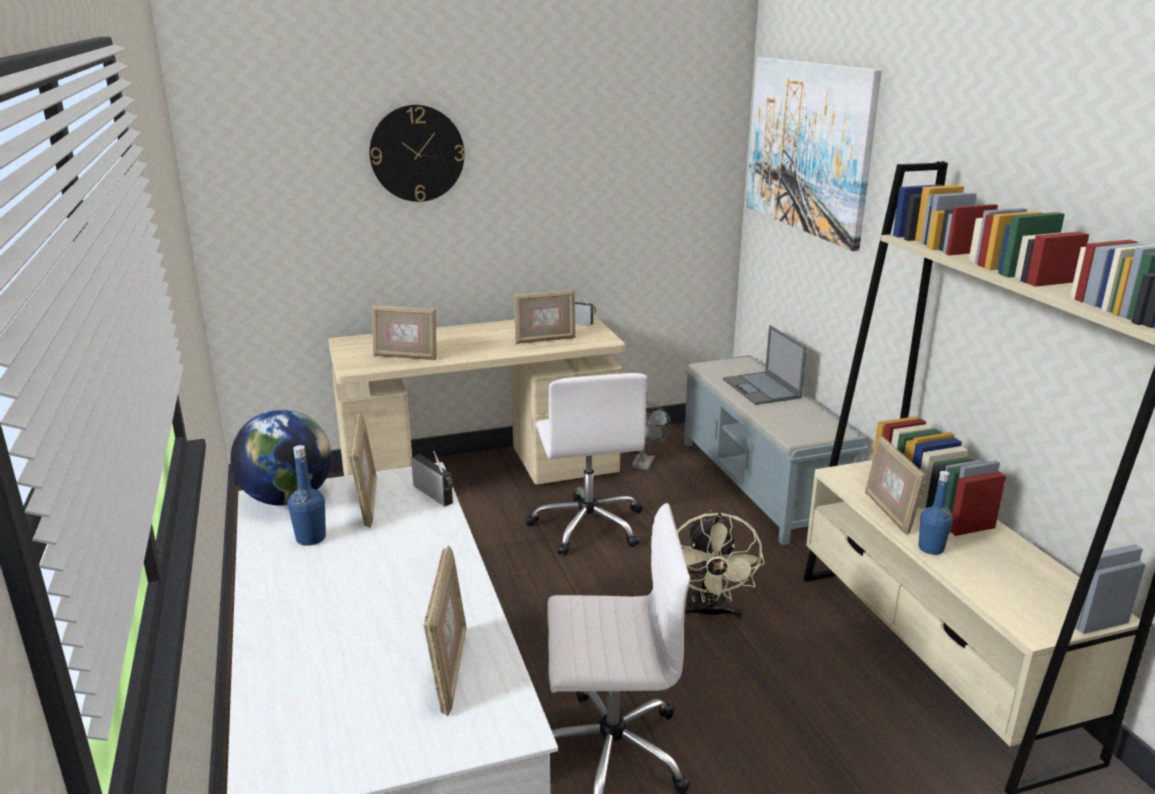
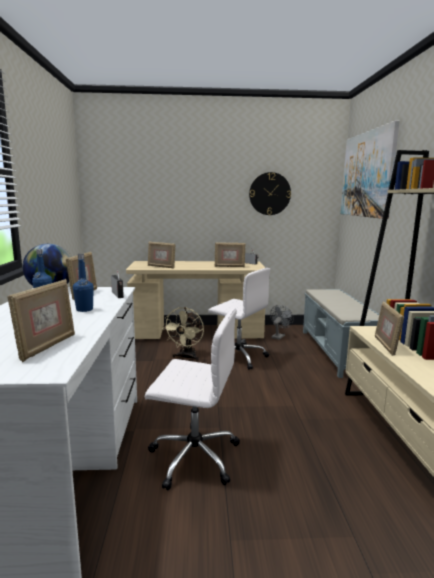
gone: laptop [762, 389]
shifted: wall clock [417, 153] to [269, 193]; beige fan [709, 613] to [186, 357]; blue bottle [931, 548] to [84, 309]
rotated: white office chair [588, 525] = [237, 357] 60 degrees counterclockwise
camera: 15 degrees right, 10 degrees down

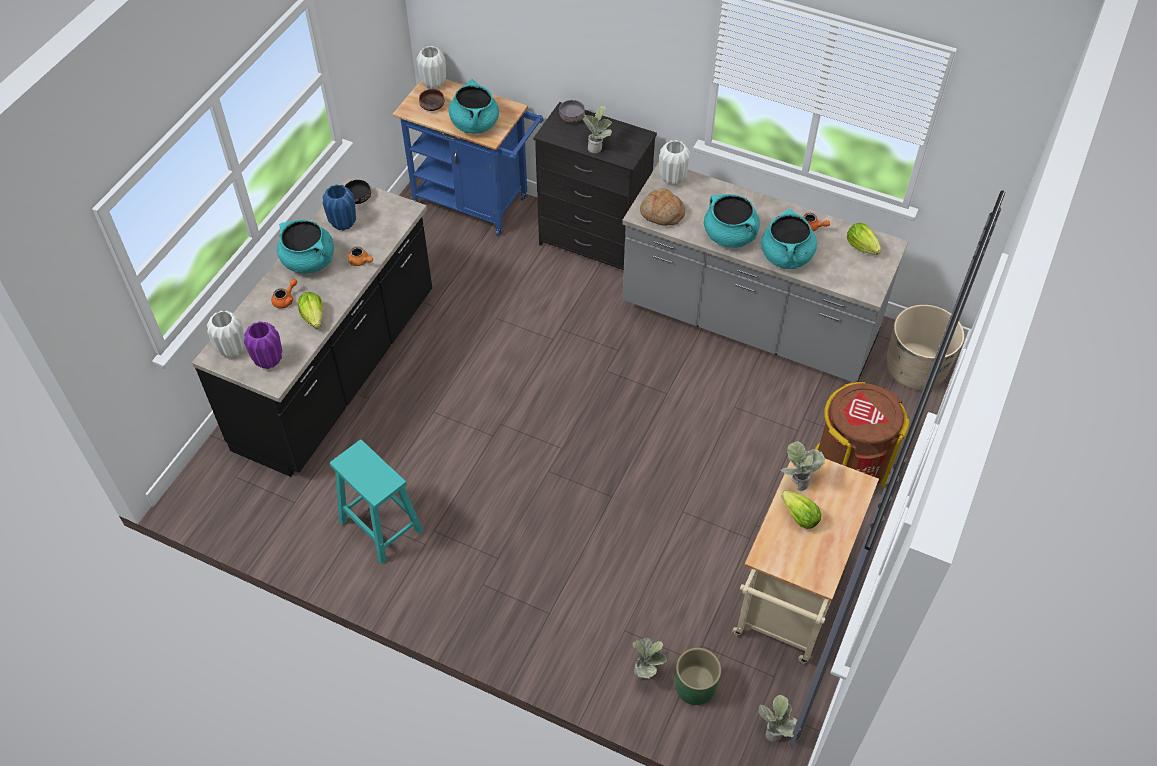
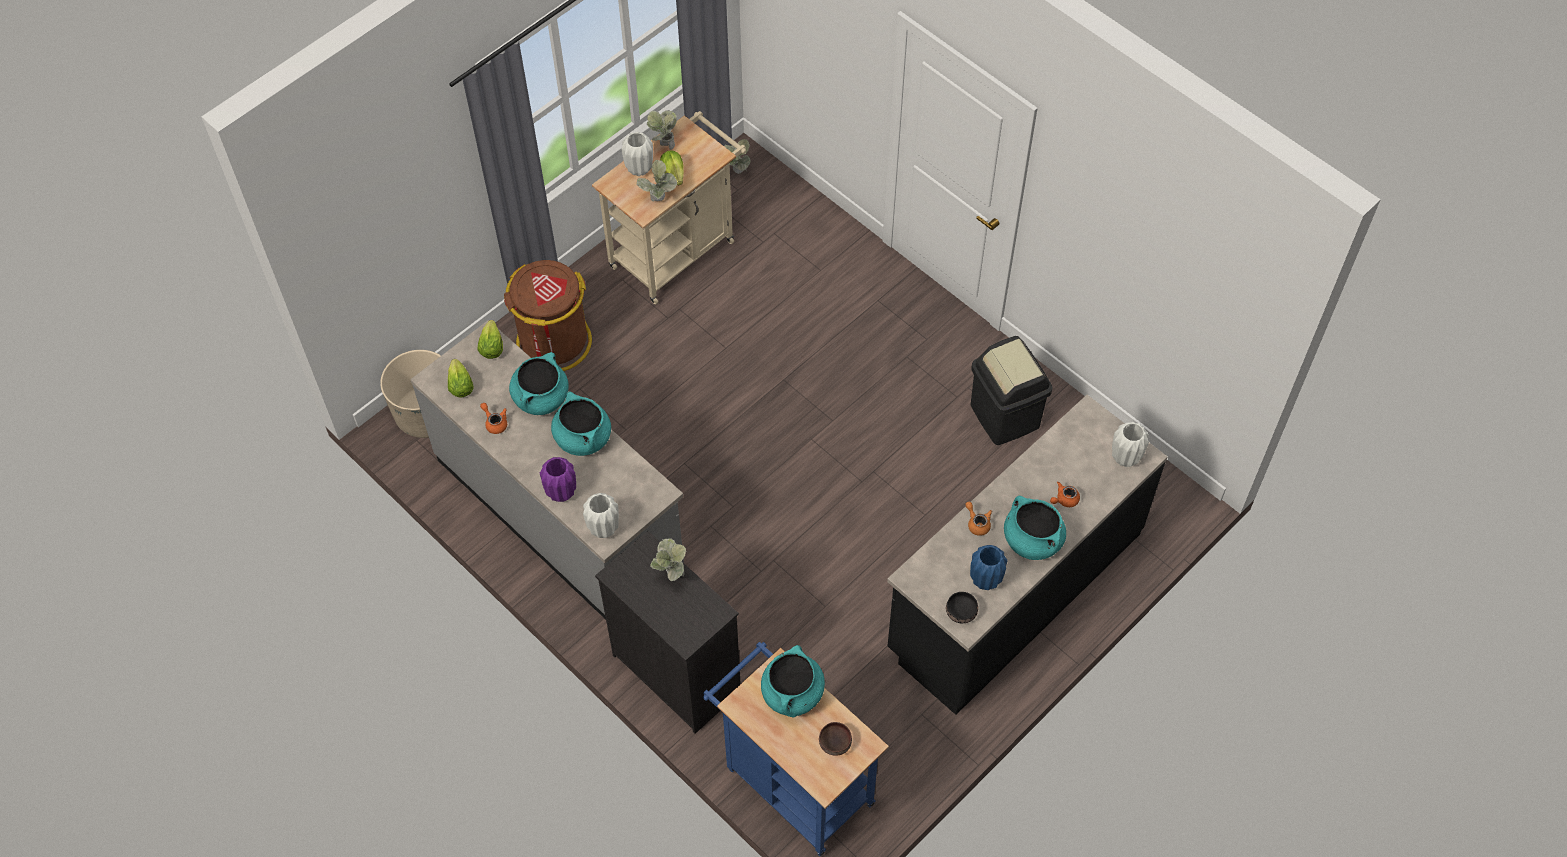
gone: grey bowl [571, 117]; bread [662, 213]; green planter [695, 687]
shifted: purple vase [268, 360] to [561, 492]; lettuce [313, 317] to [491, 347]; white vase [433, 84] to [639, 169]; potted plant [646, 670] to [663, 144]
swapped: turquoise stool [380, 525] to black trash can [1005, 416]
camera: 160 degrees left, 5 degrees up

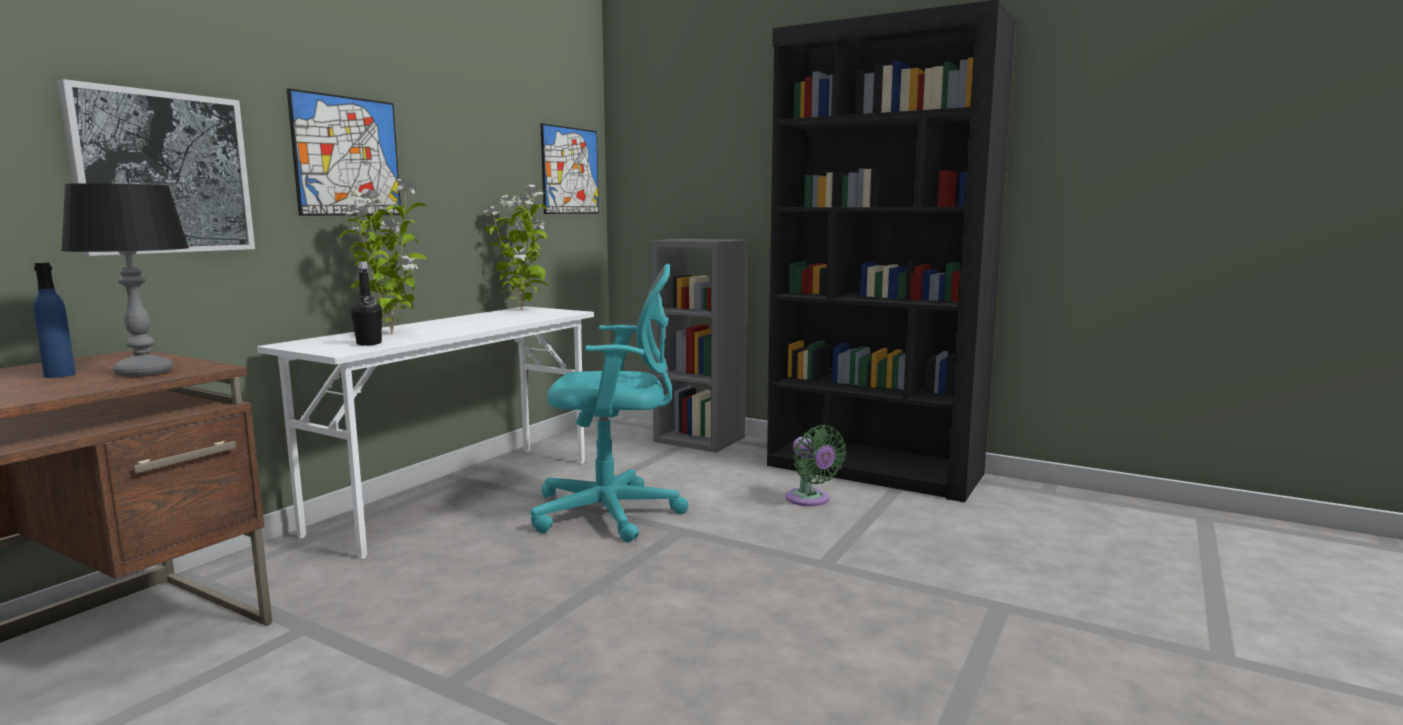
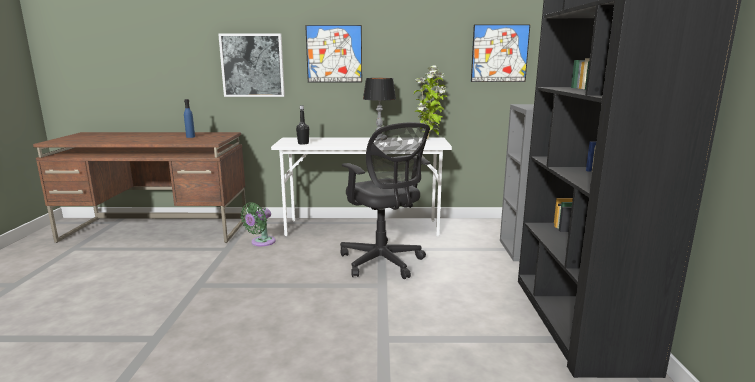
gone: potted plant [390, 334]
shifted: table lamp [143, 372] to [379, 139]; green fan [810, 500] to [261, 242]
repainted: turquoise office chair [613, 513] to black office chair [383, 263]
camera: 60 degrees right, 5 degrees up

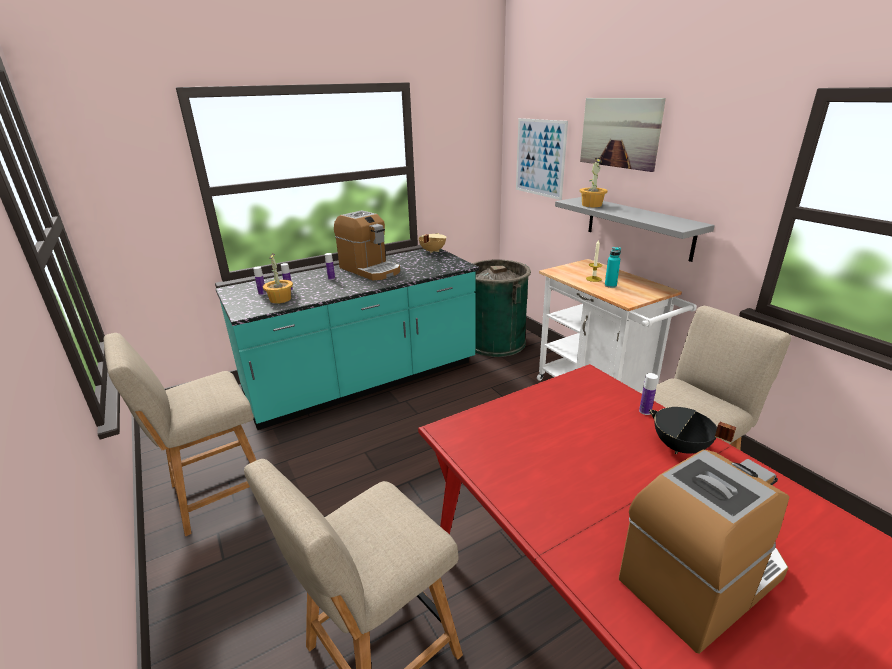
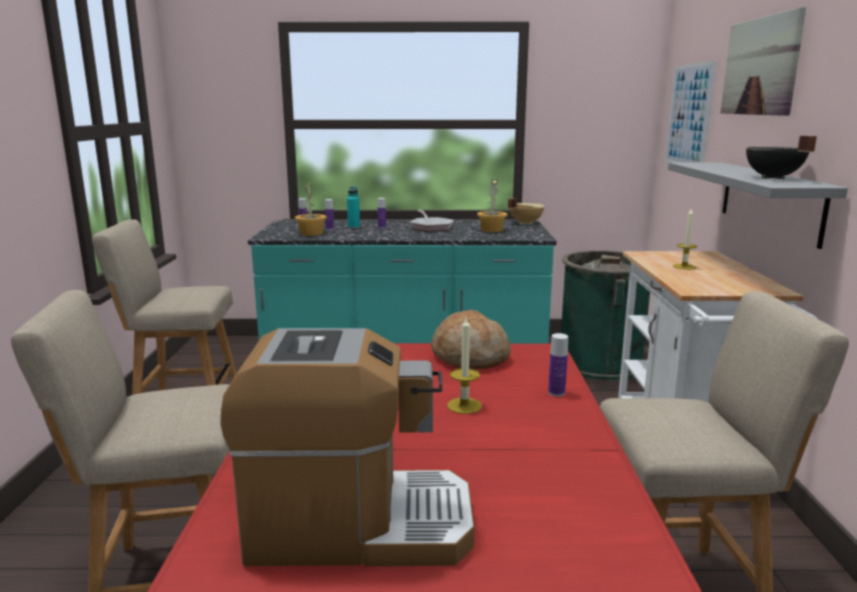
new: bread [470, 357]; candle [464, 406]
shifted: potted plant [591, 205] to [491, 230]; turquoise bottle [610, 285] to [354, 227]; black cooking pot [680, 448] to [772, 178]
swapped: coffee machine [369, 269] to frying pan [431, 227]
camera: 30 degrees right, 10 degrees down

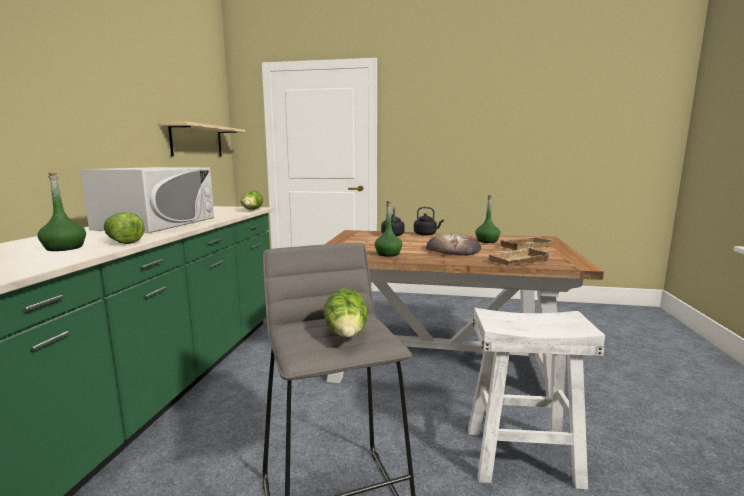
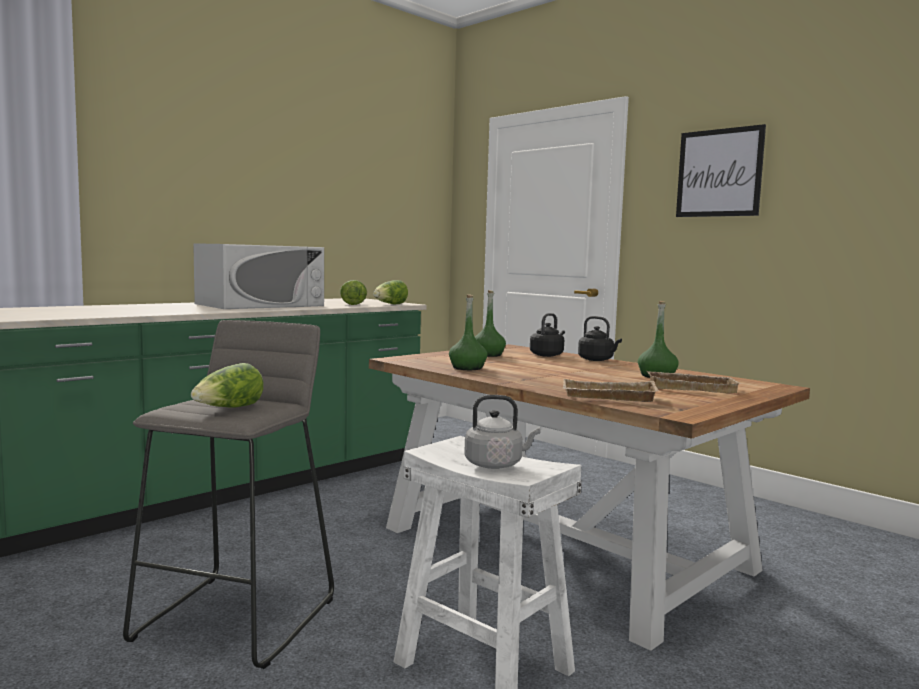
gone: beige shelf [197, 141]; bread [453, 250]
new: grey kettle [496, 464]; picture [719, 173]
shifted: green bottle [65, 248] to [488, 355]; lettuce [123, 241] to [352, 304]
camera: 35 degrees right, 5 degrees down

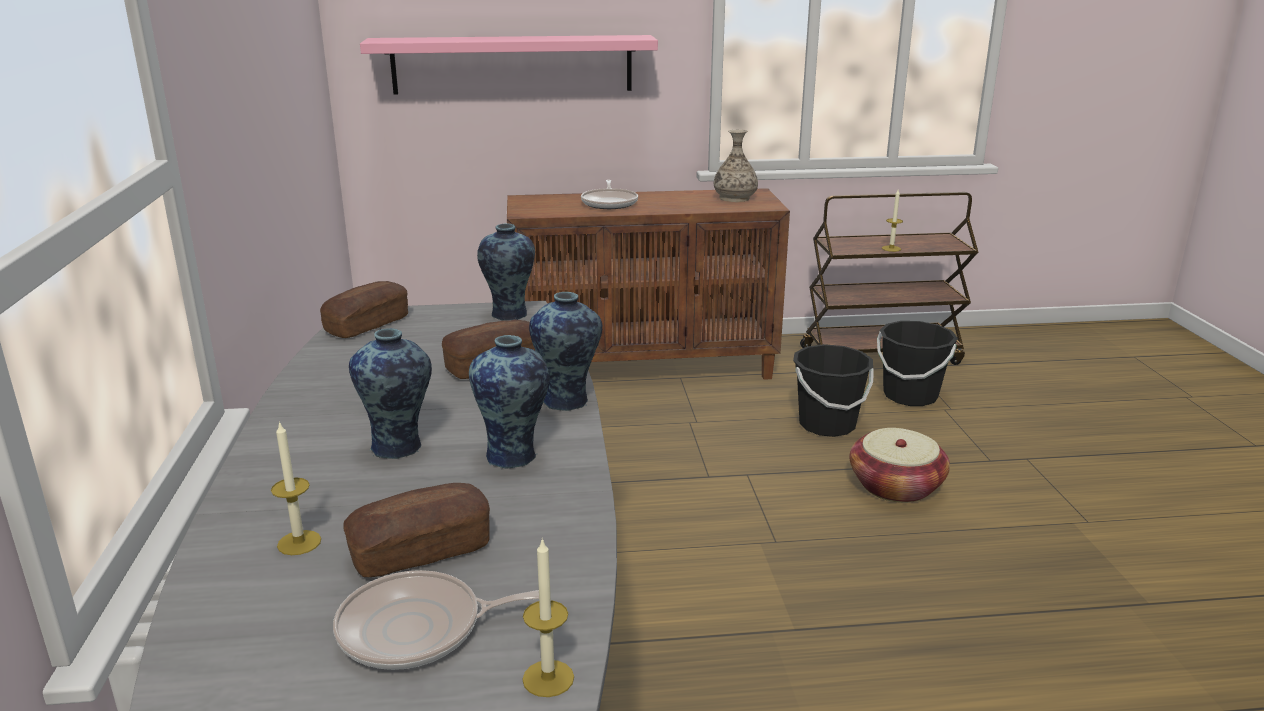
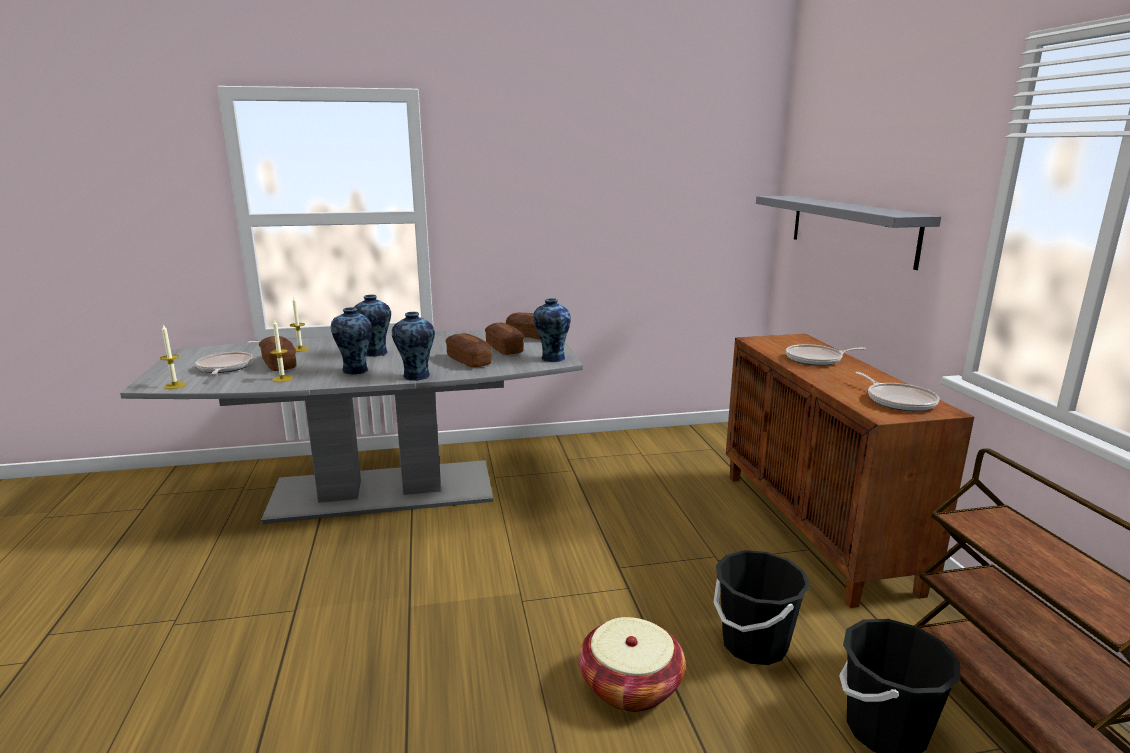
new: bread [504, 348]
shifted: candle [891, 248] to [282, 379]
swapped: vase [734, 198] to frying pan [898, 401]
repainted: pink shelf [512, 64] to grey shelf [850, 228]
camera: 85 degrees right, 5 degrees down

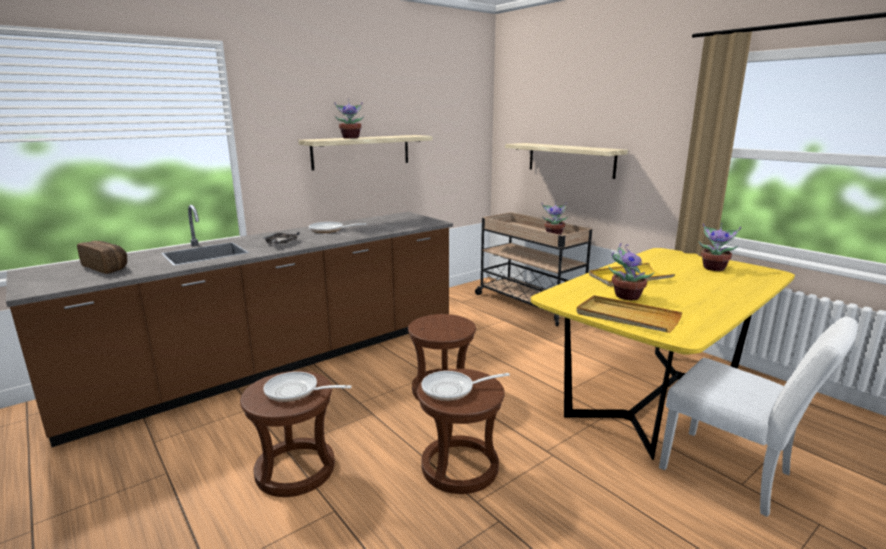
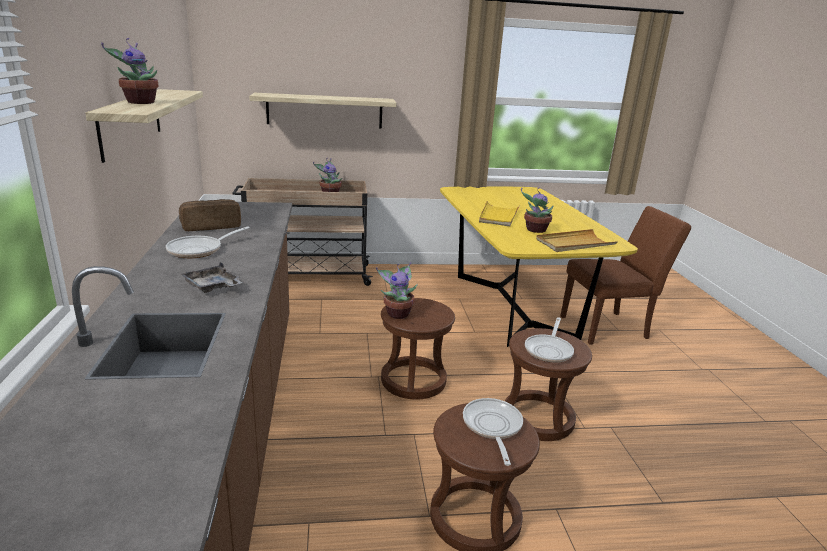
shifted: bread [107, 267] to [211, 226]; potted plant [714, 268] to [397, 313]
repainted: white chair [735, 475] to brown chair [610, 327]
rotated: frying pan [296, 391] = [492, 427] 135 degrees clockwise
camera: 60 degrees left, 5 degrees up

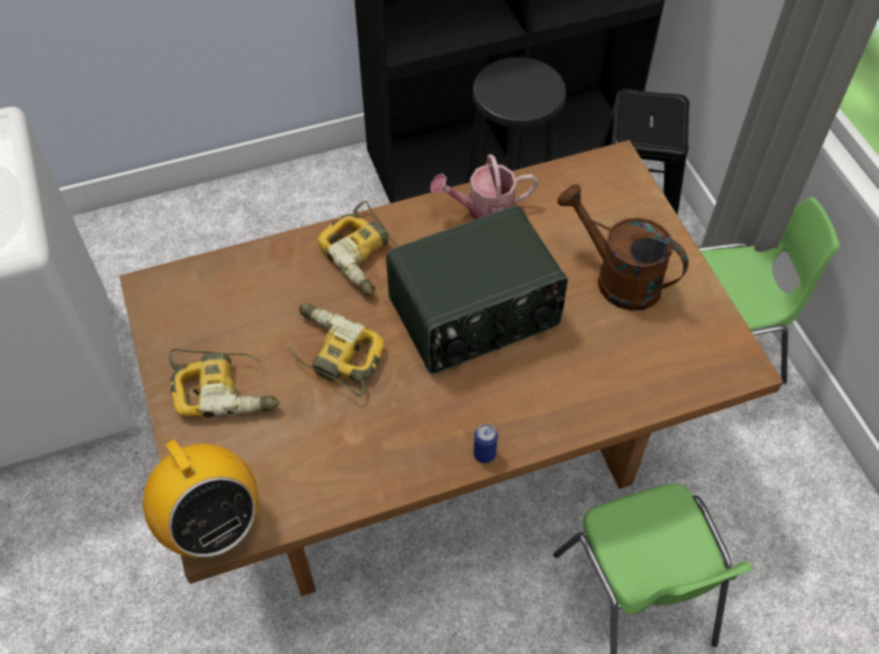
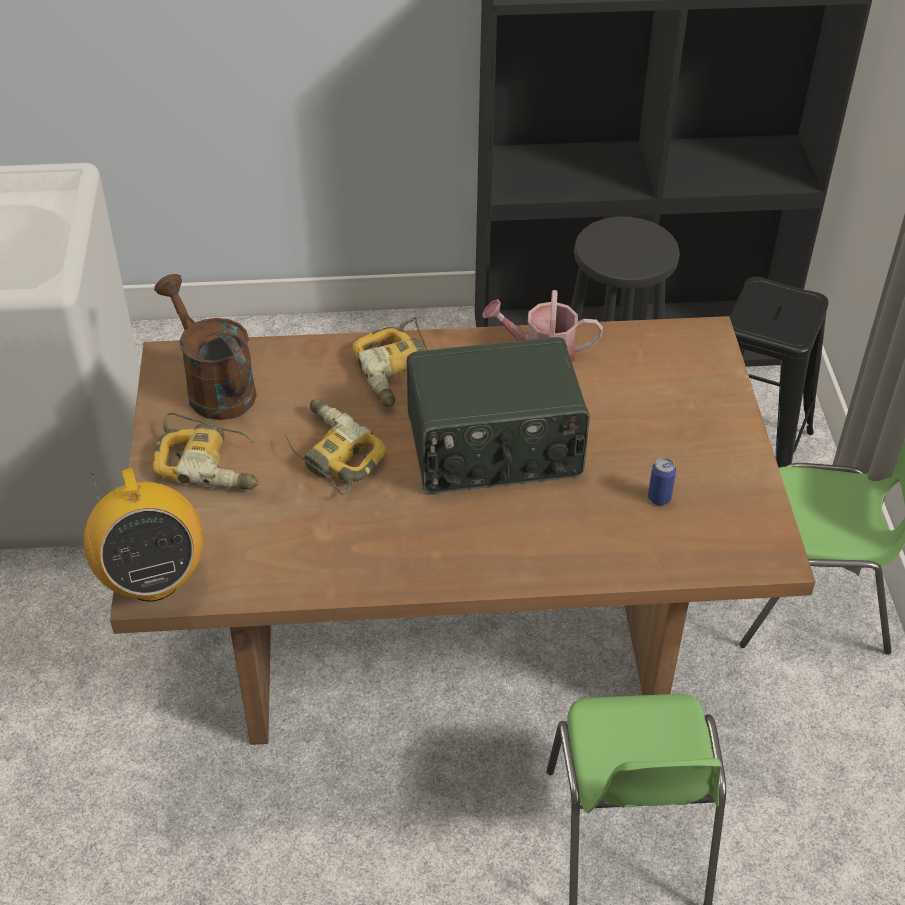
shifted: can [484, 454] to [659, 498]; brown watering can [617, 278] to [214, 387]
camera: 15 degrees right, 10 degrees down

